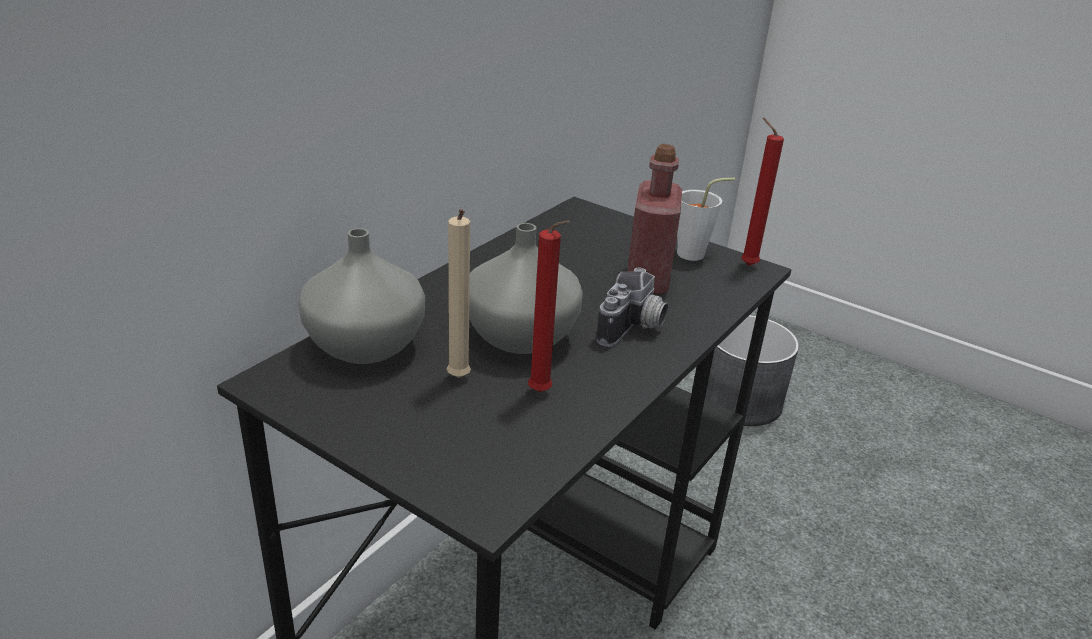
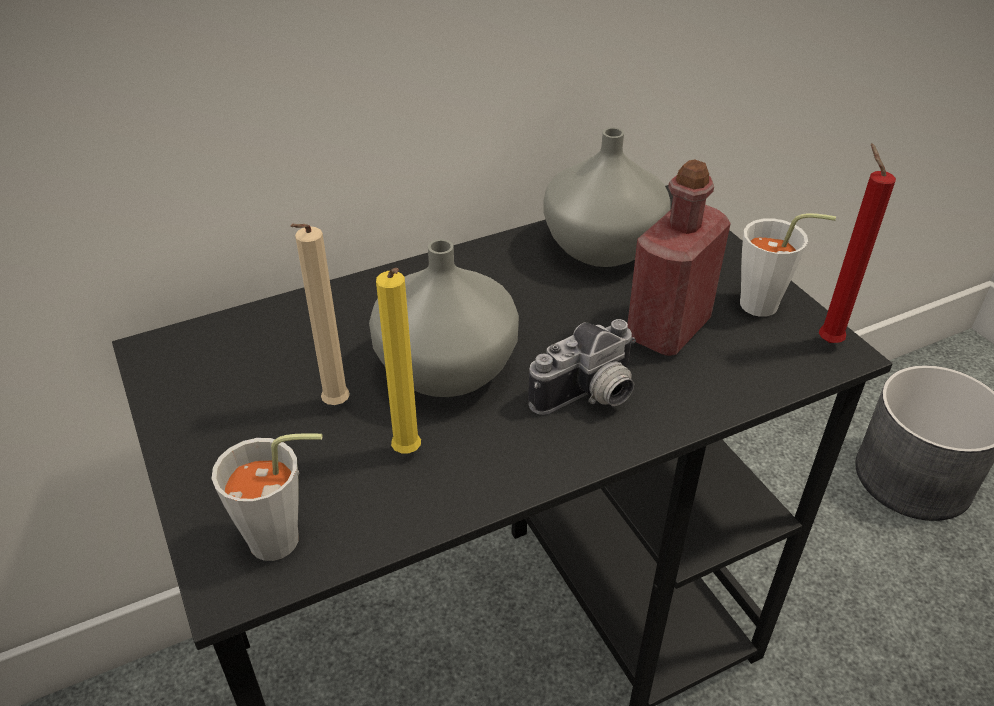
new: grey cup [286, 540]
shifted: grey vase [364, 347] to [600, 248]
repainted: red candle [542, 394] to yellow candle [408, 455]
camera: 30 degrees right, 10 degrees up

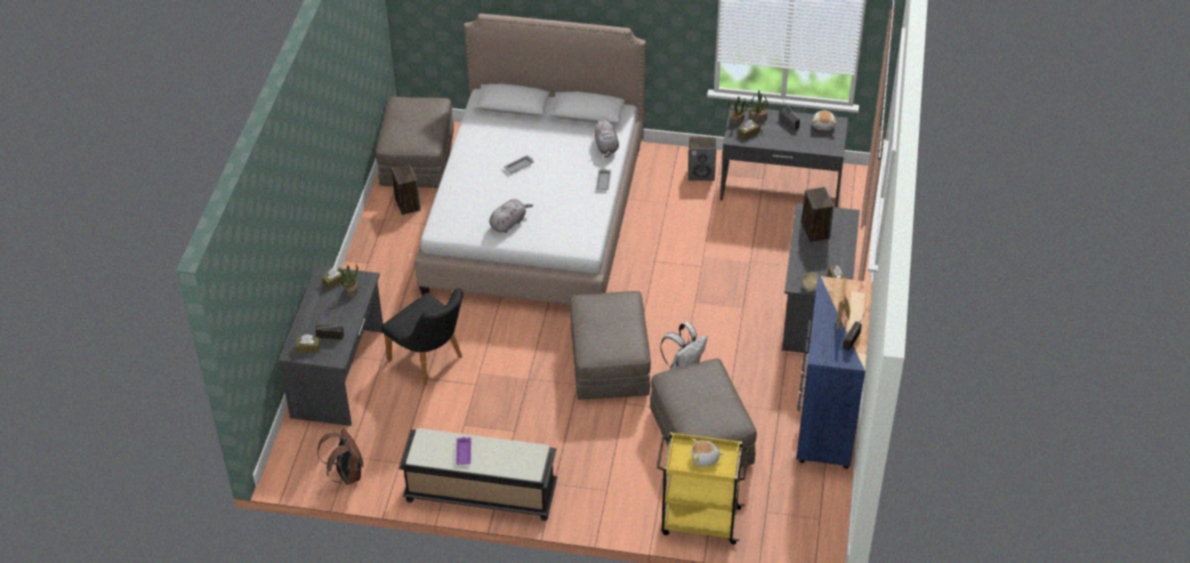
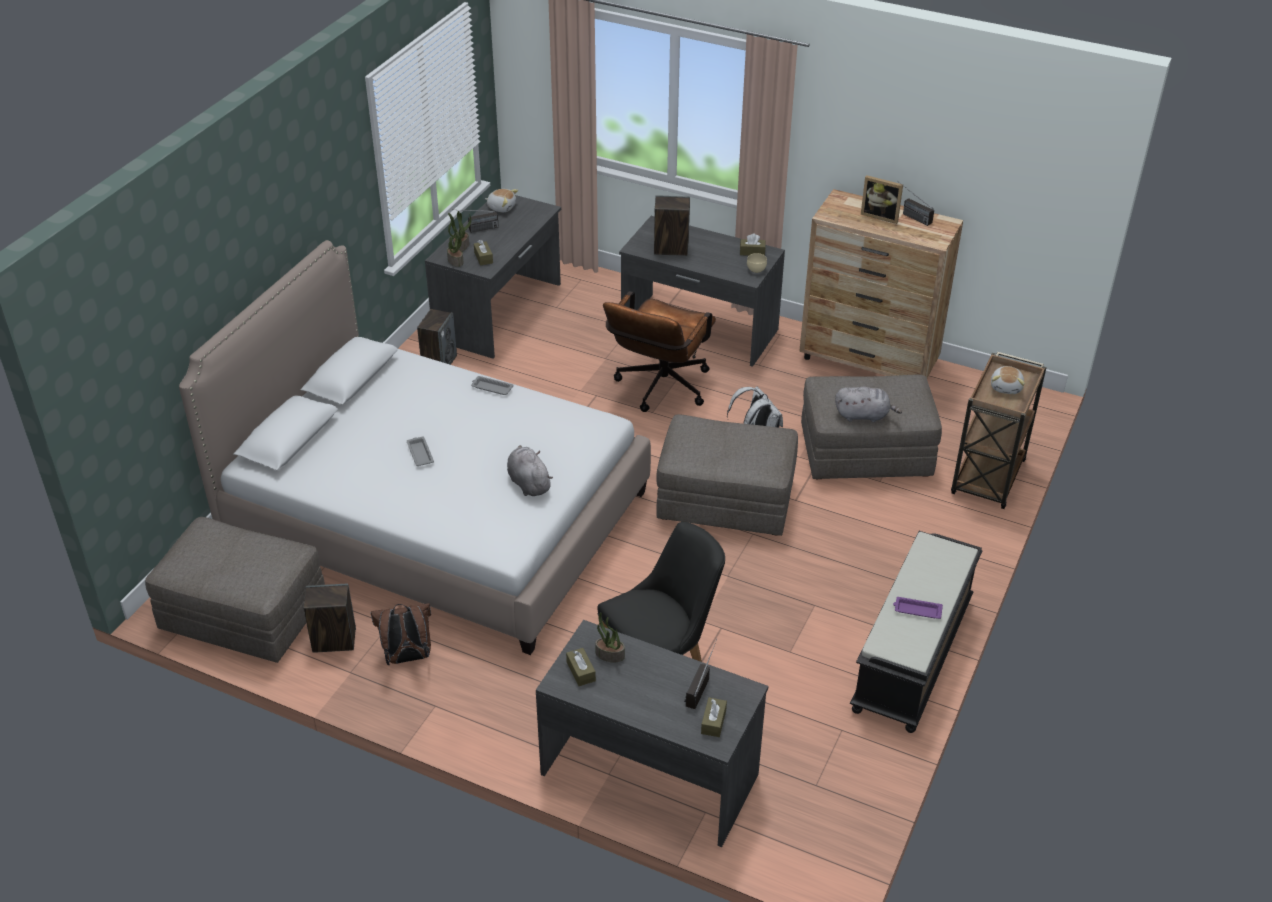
new: brown office chair [659, 389]
shifted: brown backpack [346, 474] to [407, 657]; grey plush toy [606, 147] to [864, 415]
repainted: yellow cart [699, 521] to brown cart [987, 479]; blue dresser [826, 424] to brown dresser [869, 361]
camera: 75 degrees left, 5 degrees down

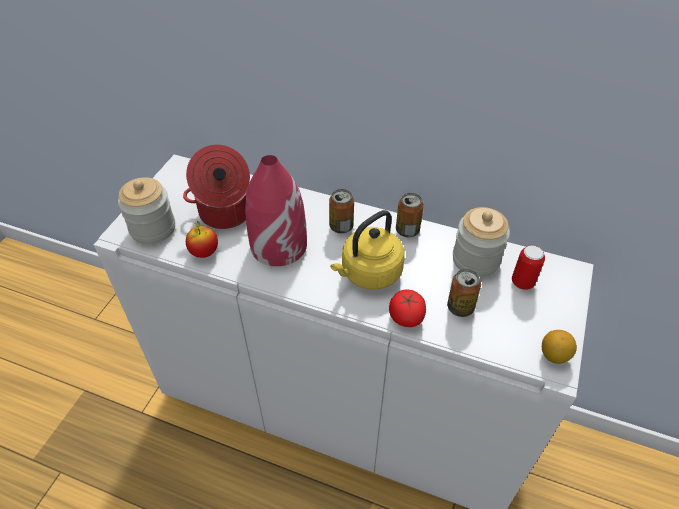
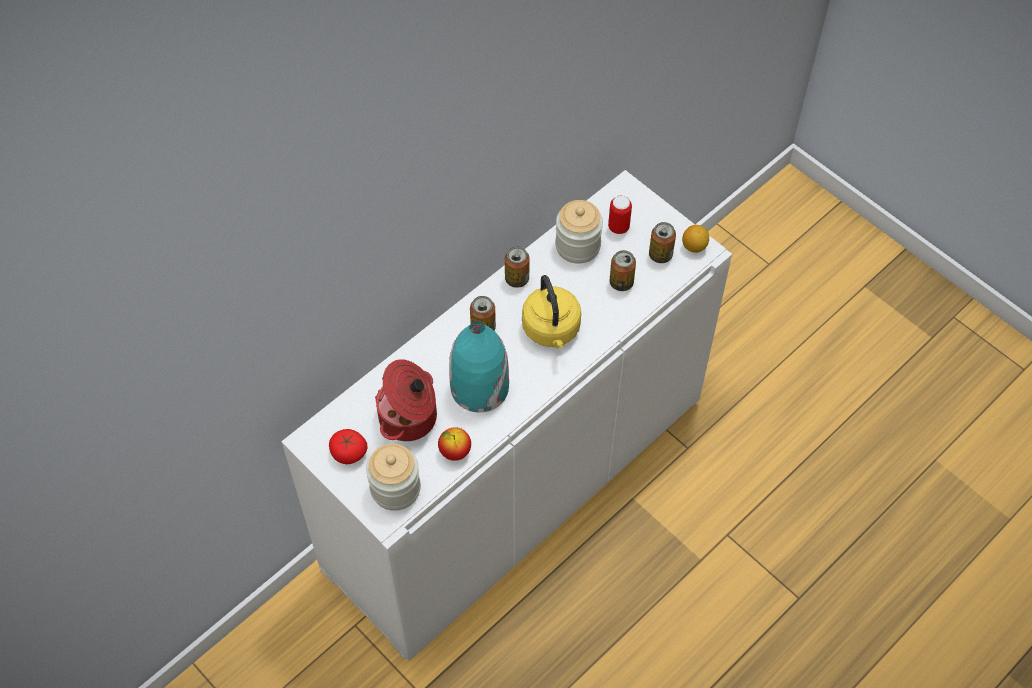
new: can [660, 255]
shifted: tomato [406, 316] to [349, 453]
repainted: red vase [278, 245] to turquoise vase [479, 387]
camera: 65 degrees left, 10 degrees up

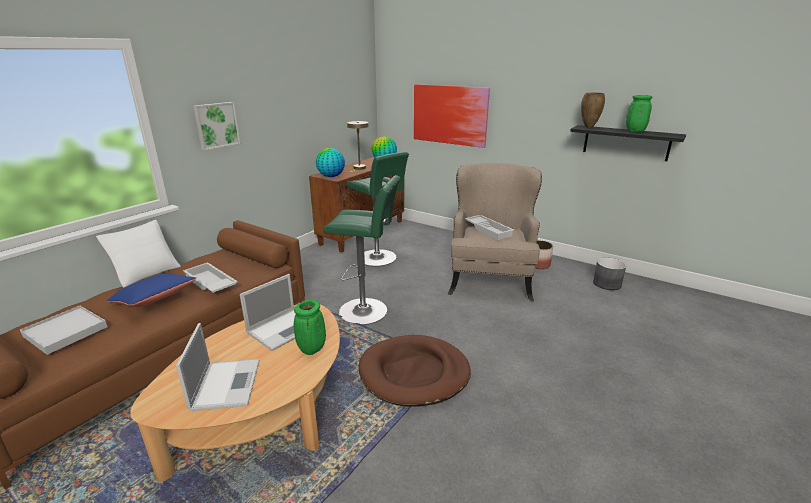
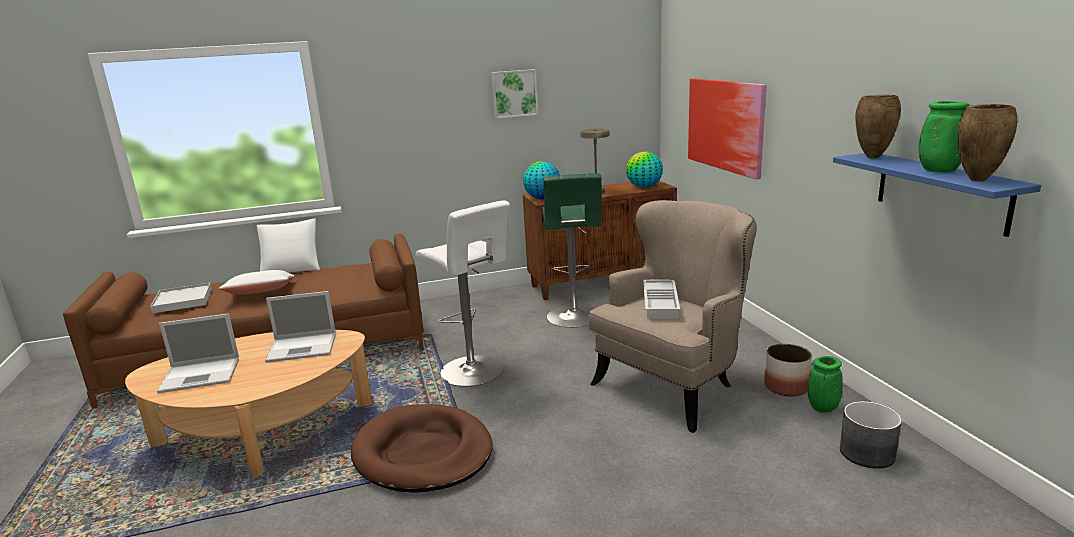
gone: white tray [209, 283]
new: brown vase [976, 180]
shifted: picture [216, 125] to [514, 93]; green vase [312, 350] to [822, 409]
repainted: blue pillow [155, 300] to white pillow [261, 293]; green stool [367, 311] to white stool [474, 372]; black shelf [626, 143] to blue shelf [941, 191]
rotated: laptop [226, 383] = [202, 375] 45 degrees clockwise
camera: 40 degrees right, 5 degrees down

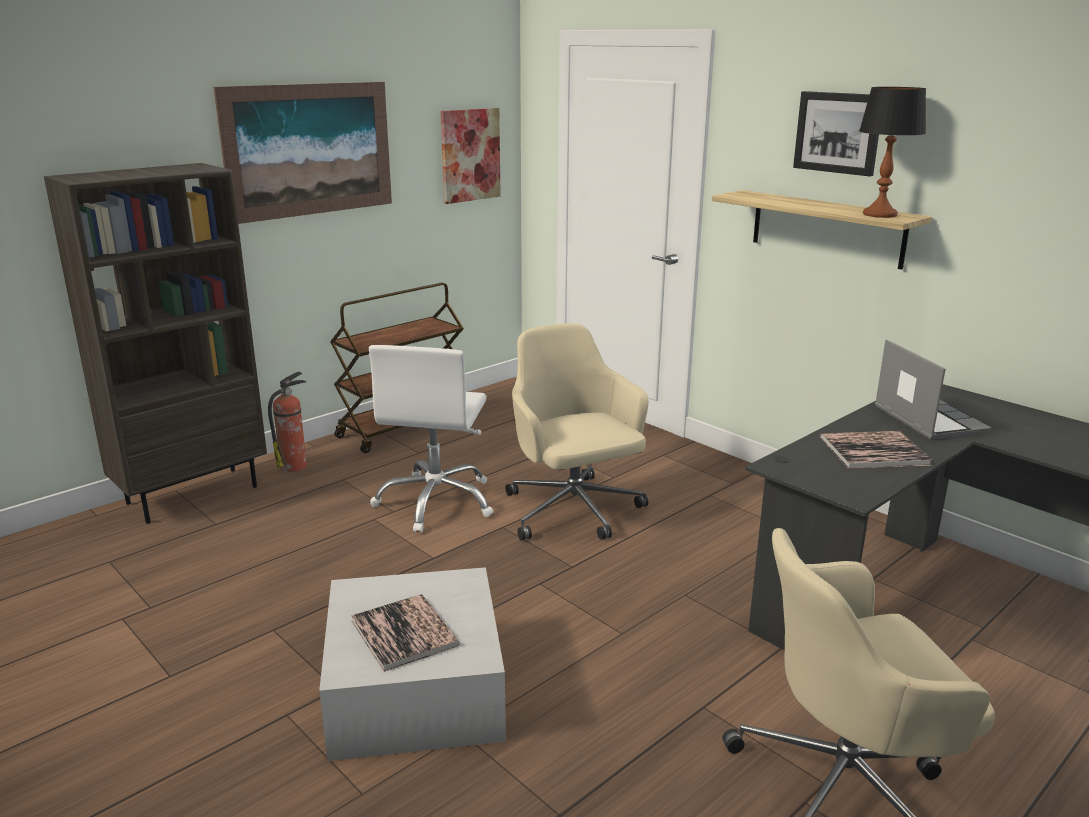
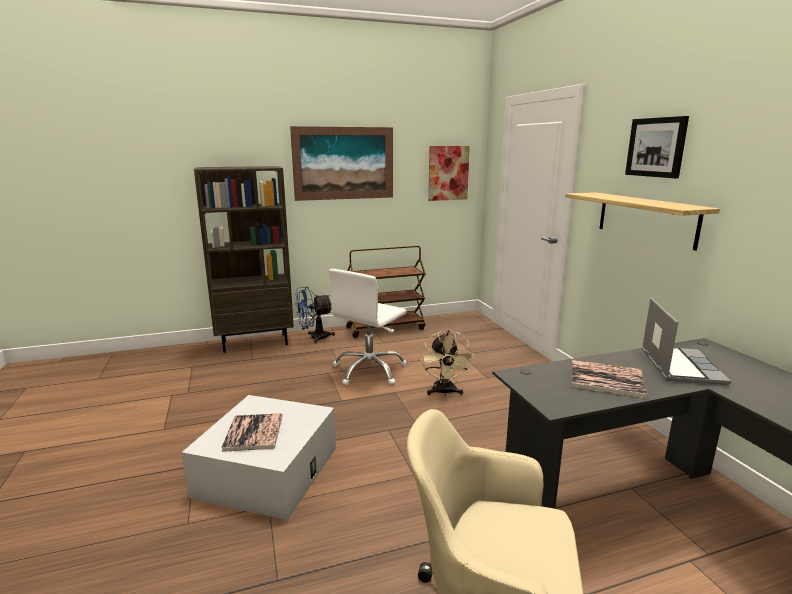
gone: table lamp [879, 214]
swapped: fire extinguisher [295, 465] to blue fan [314, 338]; beige office chair [573, 511] to beige fan [444, 392]
camera: 25 degrees right, 5 degrees down

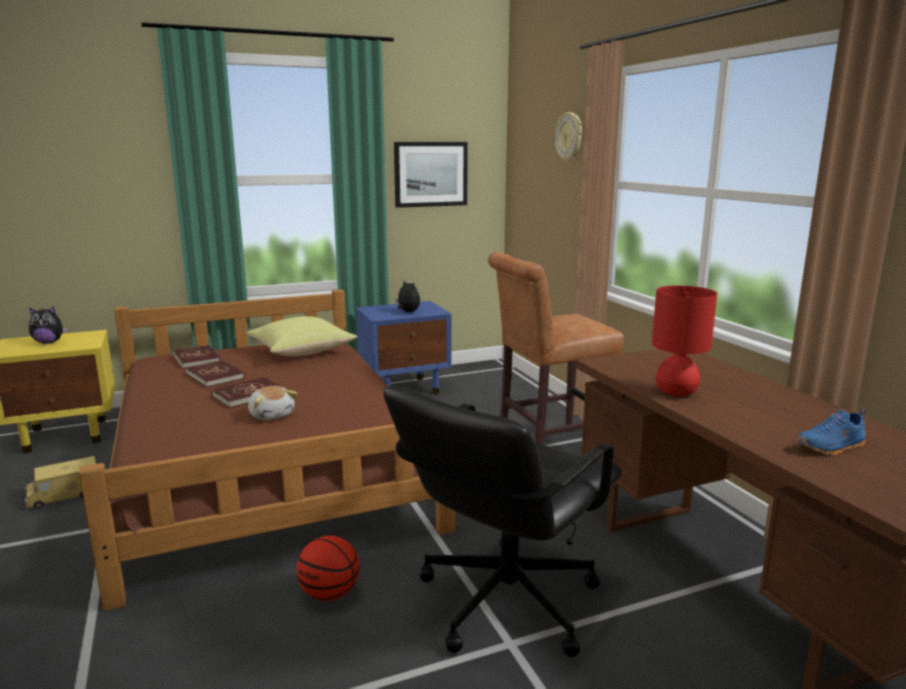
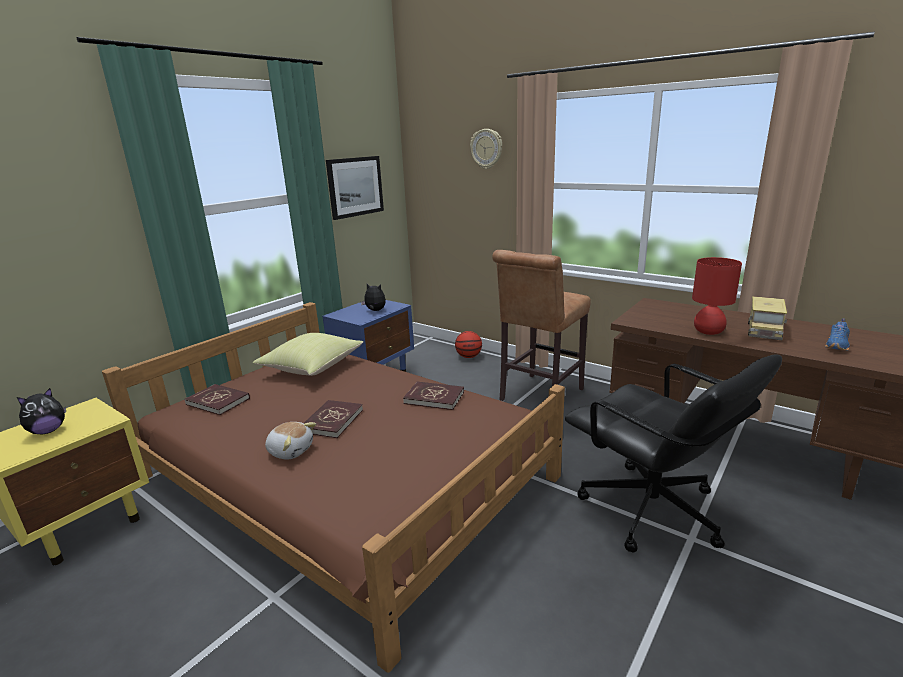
shifted: toy truck [64, 496] to [764, 330]; red book [215, 376] to [434, 398]; plush toy [272, 414] to [291, 450]; basketball [330, 594] to [468, 356]
rotated: black office chair [505, 601] = [652, 511] 45 degrees counterclockwise
camera: 30 degrees left, 5 degrees up

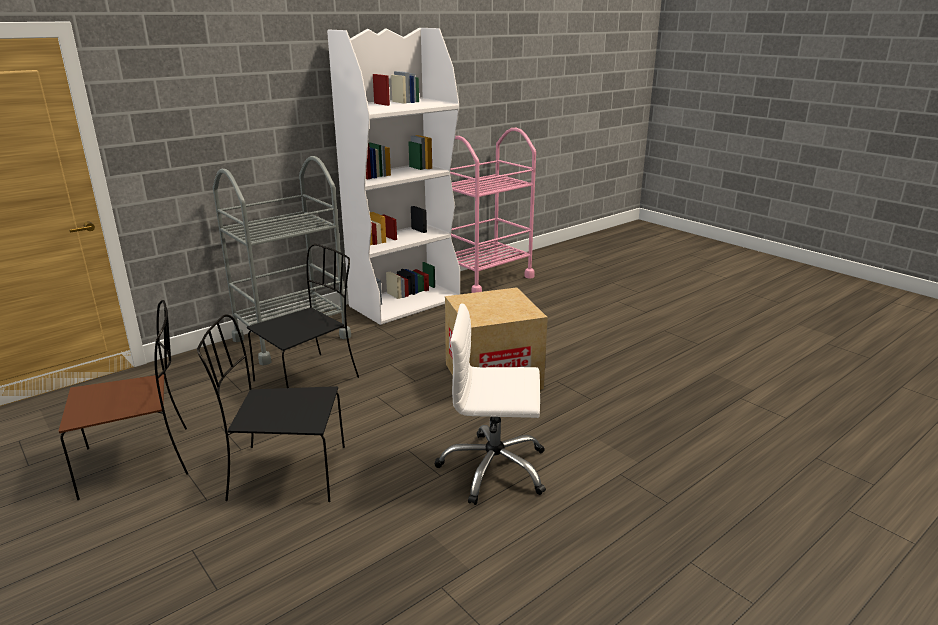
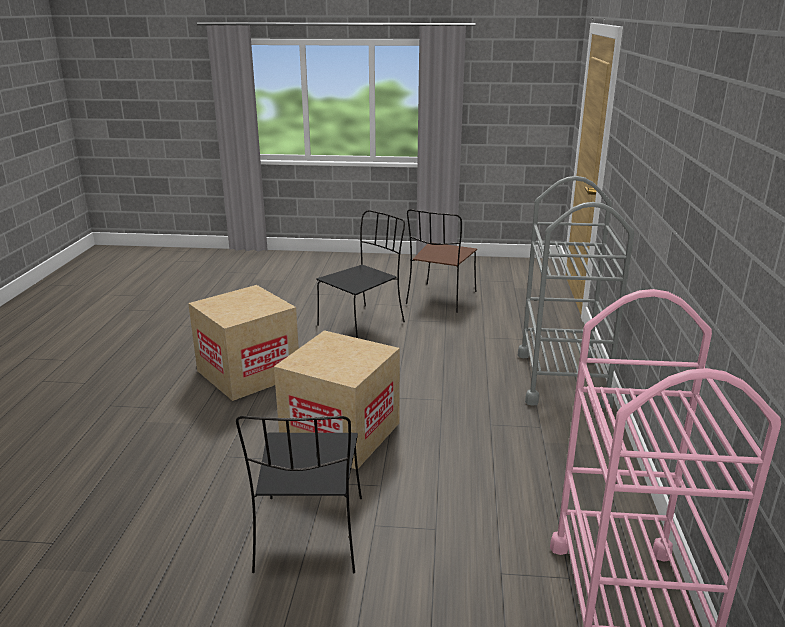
gone: white bookcase [405, 302]
shifted: black chair [309, 378] to [310, 536]
swapped: white office chair [493, 469] to cardboard box [248, 373]
camera: 135 degrees right, 0 degrees up

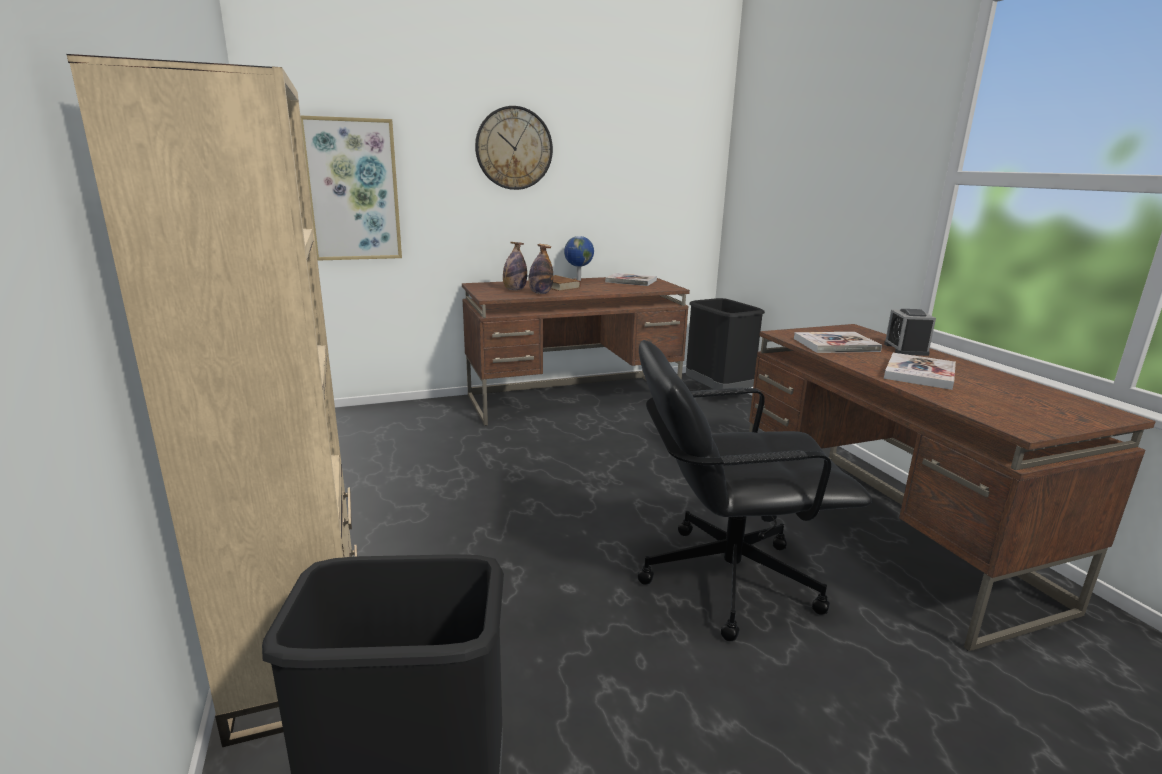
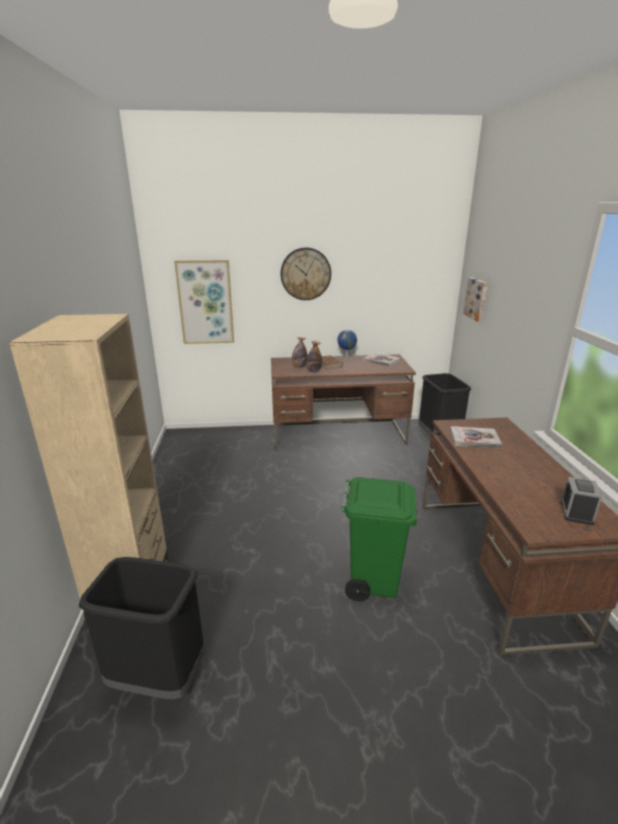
gone: book [919, 373]
new: picture [477, 299]
shifted: alarm clock [905, 349] to [576, 512]
swapped: black office chair [726, 578] to green trash can [373, 579]
camera: 15 degrees right, 5 degrees up

